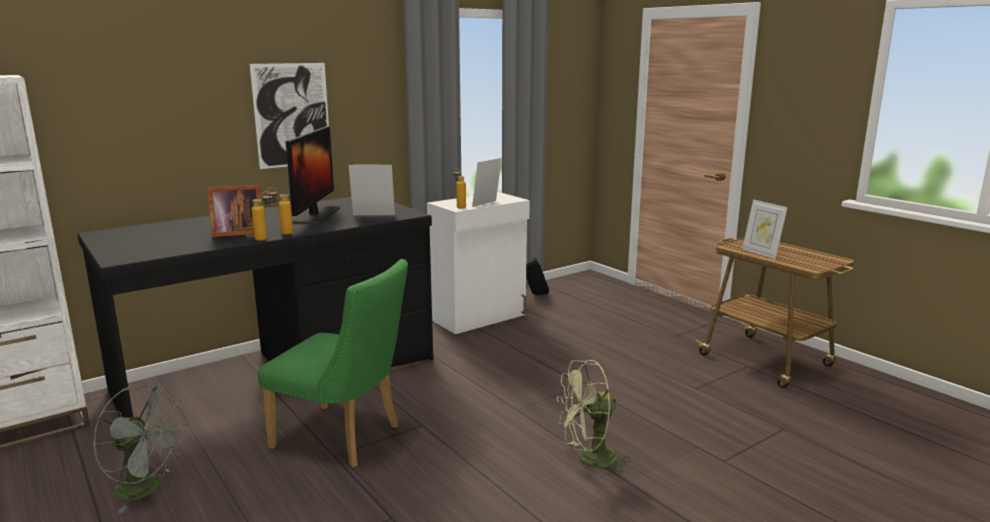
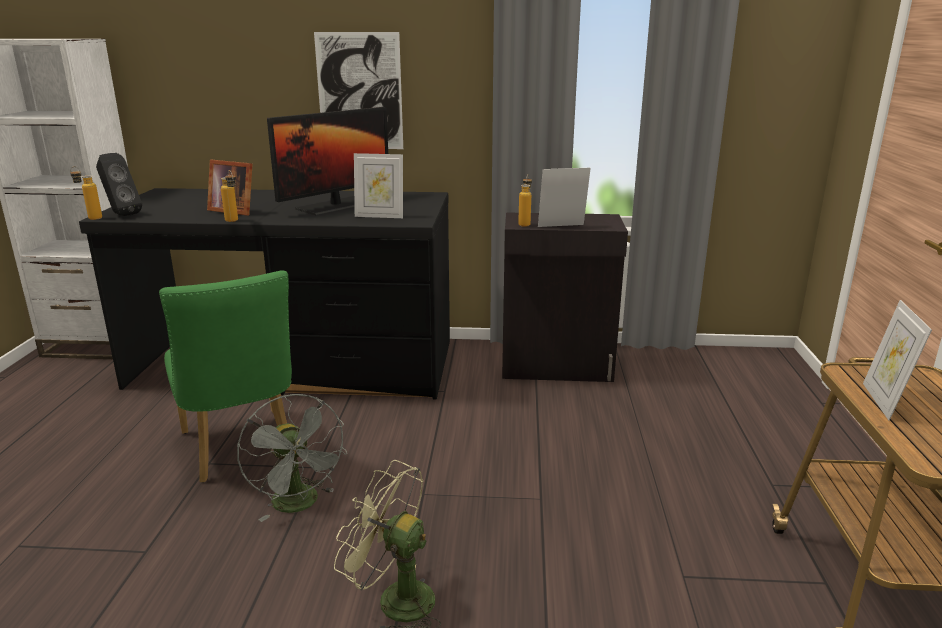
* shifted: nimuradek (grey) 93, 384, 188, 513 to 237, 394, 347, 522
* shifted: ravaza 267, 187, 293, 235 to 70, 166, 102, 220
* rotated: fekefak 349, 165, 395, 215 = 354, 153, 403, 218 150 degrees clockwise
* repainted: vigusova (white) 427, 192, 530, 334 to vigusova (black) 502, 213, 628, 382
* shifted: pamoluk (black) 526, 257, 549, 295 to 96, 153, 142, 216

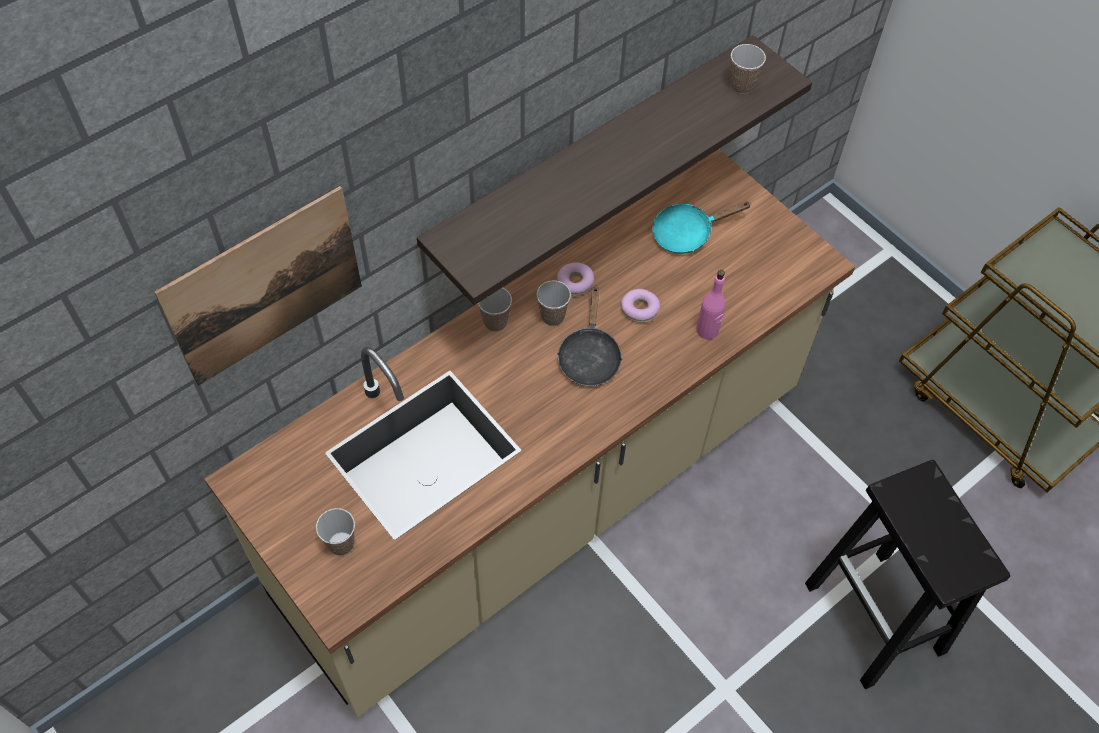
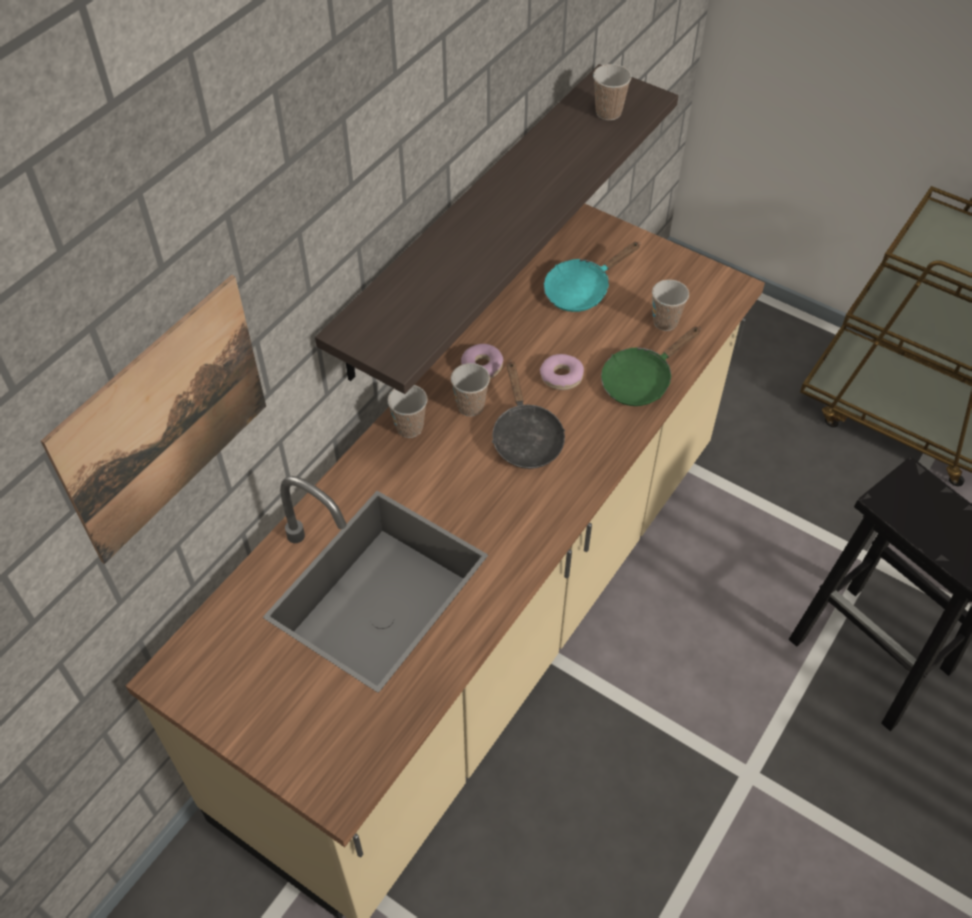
* shifted: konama 316, 508, 355, 556 to 652, 280, 689, 331
* swapped: ravaza (pink) 696, 270, 725, 339 to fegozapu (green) 601, 327, 701, 406

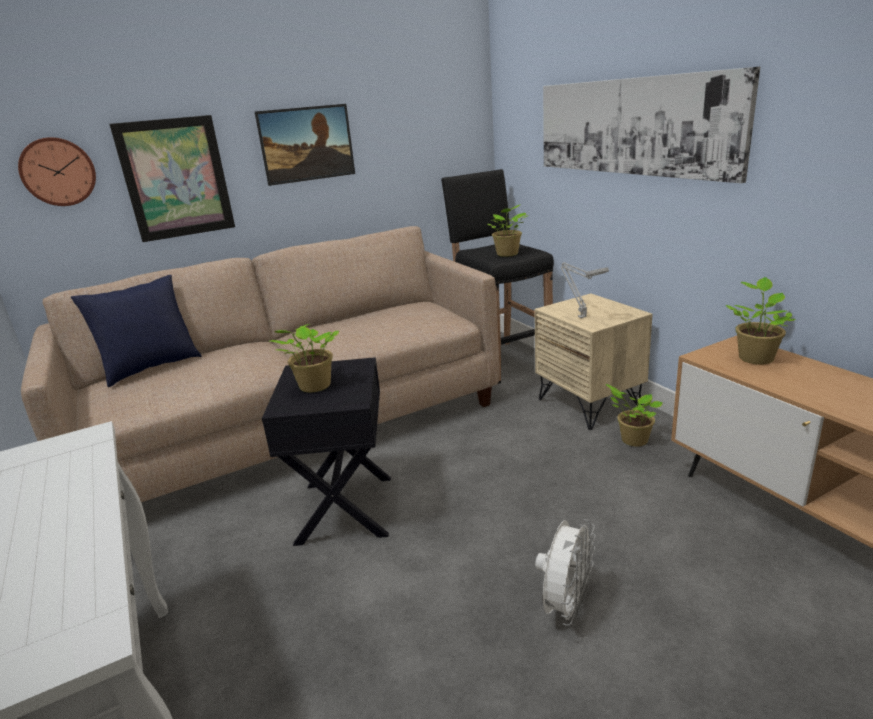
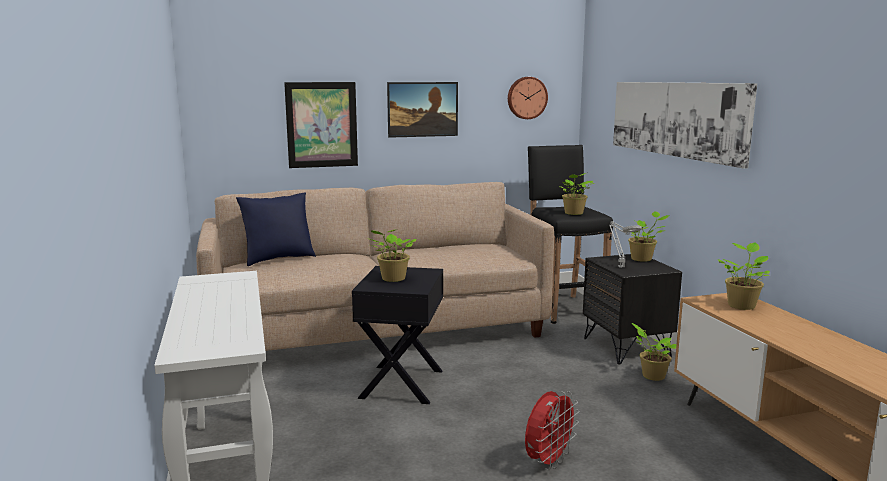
* shifted: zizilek 18, 137, 96, 206 to 508, 77, 548, 119
* repainted: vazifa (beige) 534, 293, 653, 430 to vazifa (black) 583, 254, 682, 365
* repainted: nimuradek (white) 535, 519, 596, 626 to nimuradek (red) 525, 391, 580, 470
* new: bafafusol 628, 211, 670, 262

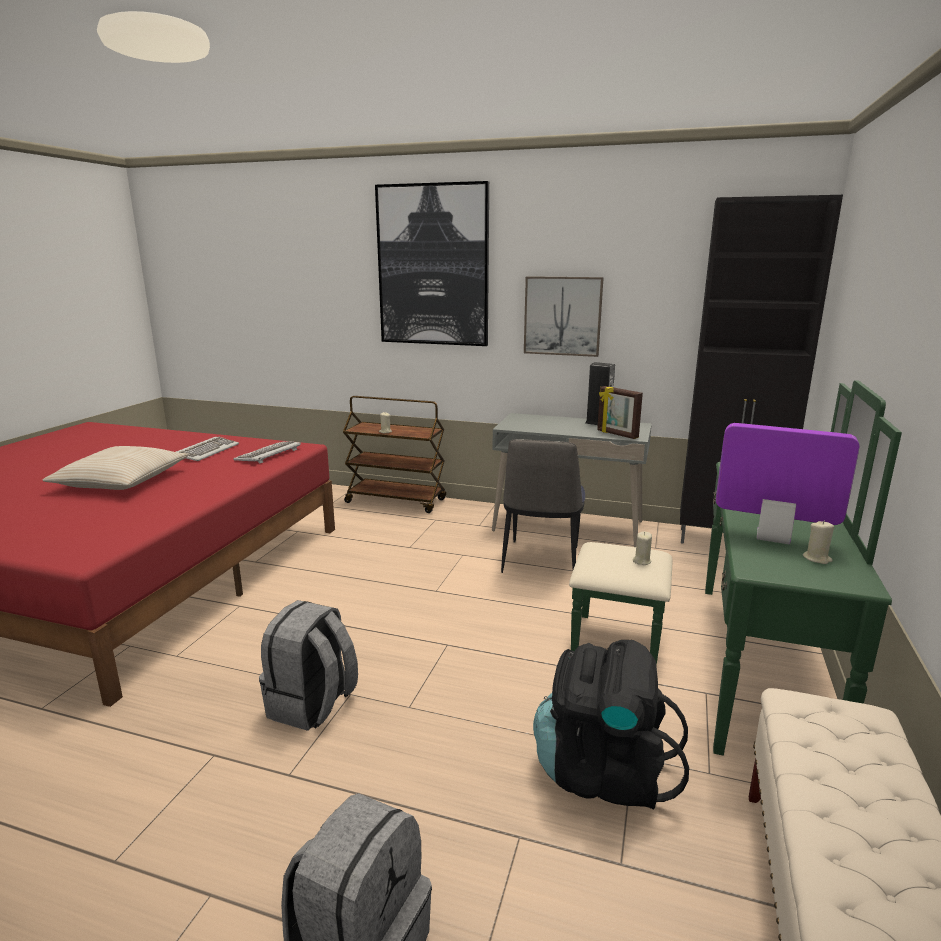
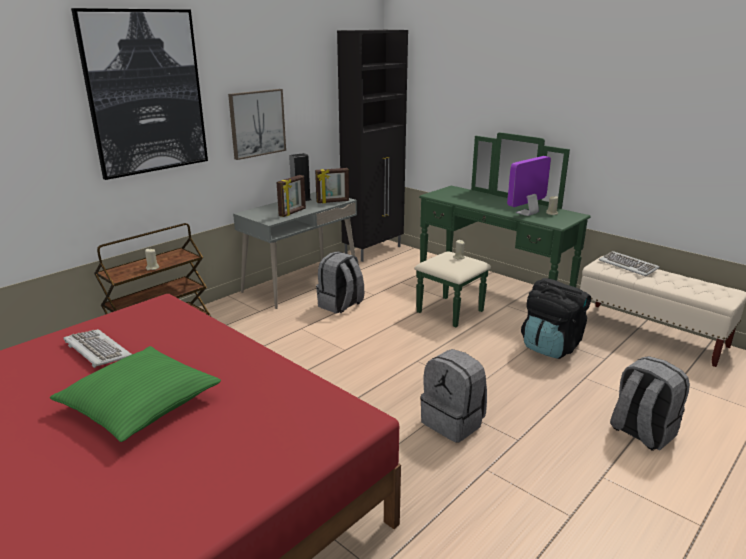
* repainted: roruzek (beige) 43, 446, 189, 490 to roruzek (green) 50, 346, 221, 442
* shifted: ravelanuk 233, 441, 301, 464 to 599, 251, 660, 276
* swapped: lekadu 501, 439, 585, 573 to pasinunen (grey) 316, 251, 364, 314
* new: fekefak 277, 175, 306, 217

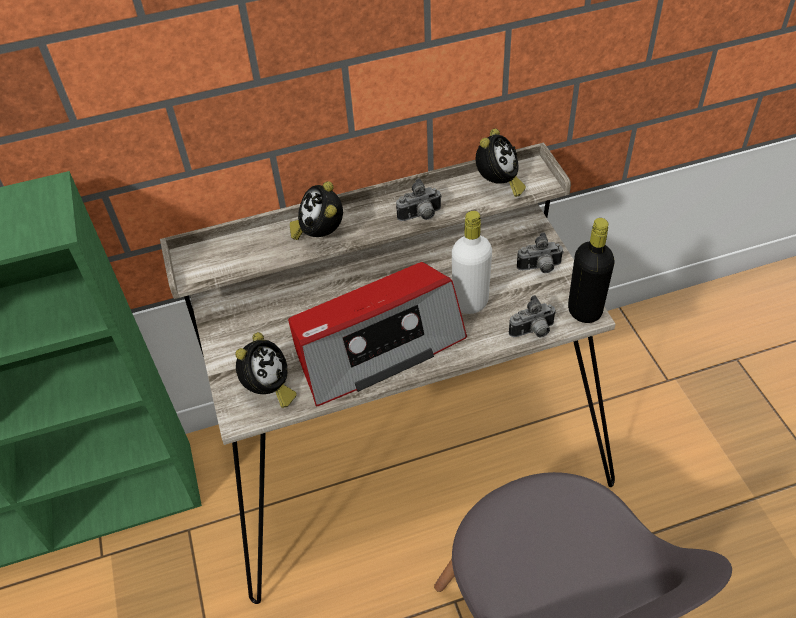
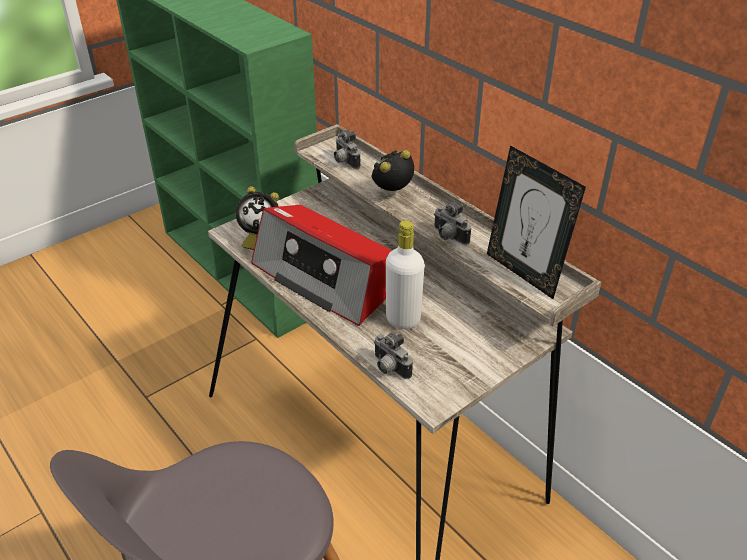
* swapped: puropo 475, 128, 526, 197 to fekefak 487, 145, 586, 299
* shifted: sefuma 517, 232, 564, 273 to 334, 130, 361, 169
* gone: ravaza (black) 568, 218, 615, 323

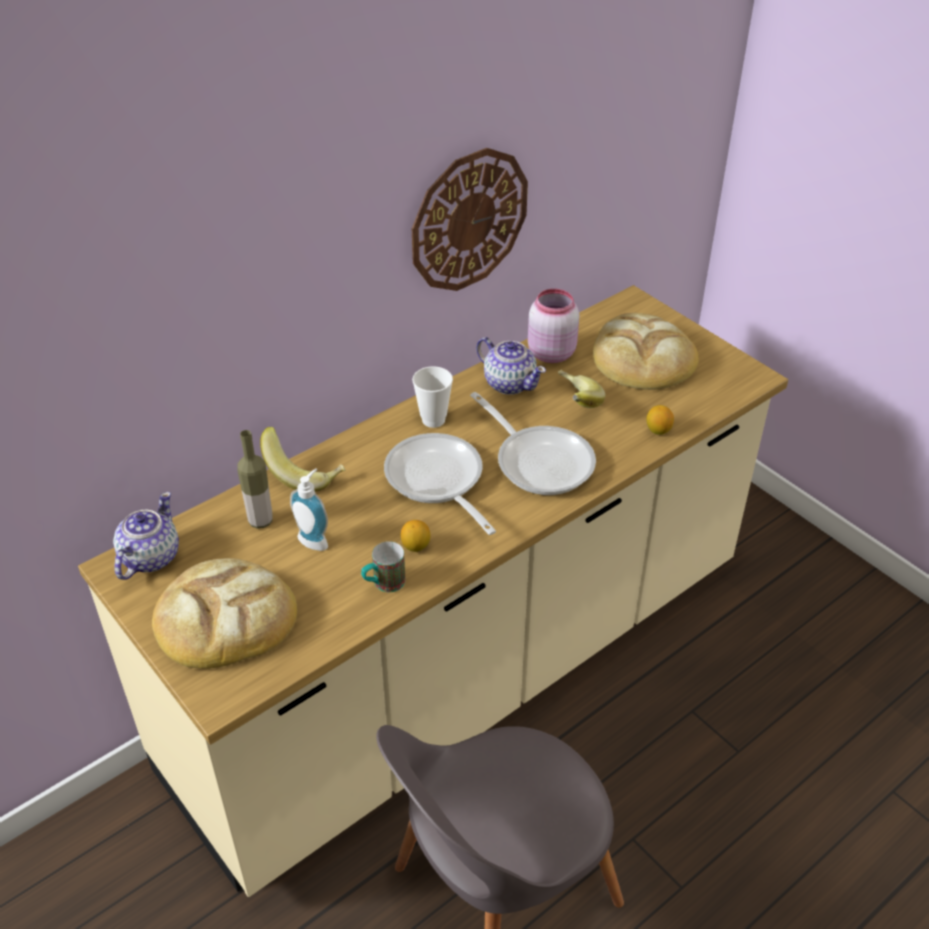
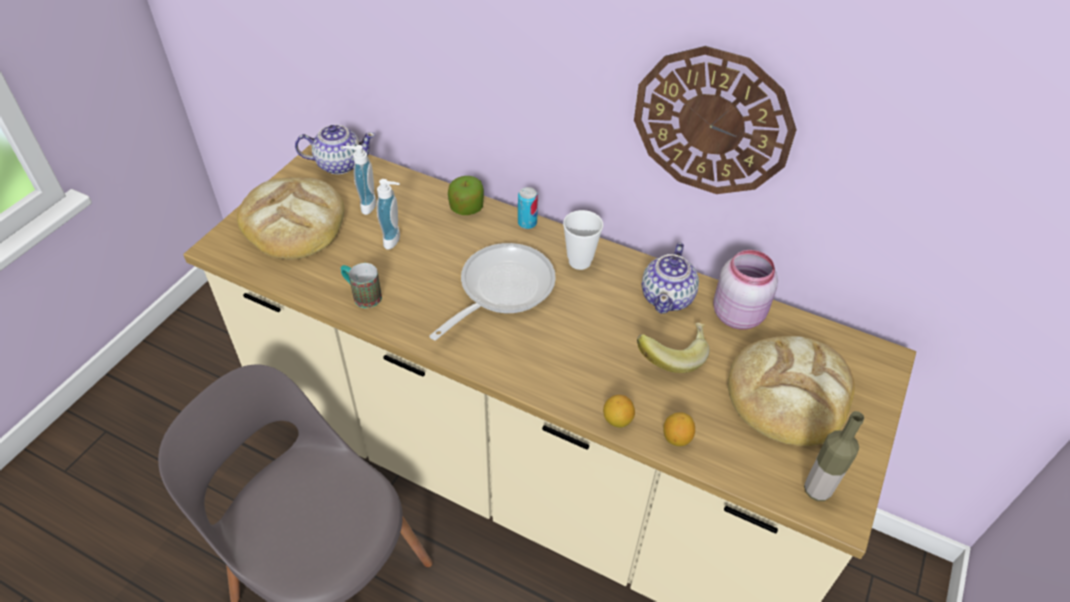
* shifted: ravaza 237, 430, 273, 529 to 804, 411, 864, 501
* swapped: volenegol 260, 427, 346, 492 to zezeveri 448, 176, 484, 215
* shifted: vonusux 401, 520, 430, 552 to 603, 395, 635, 428
* gone: fegozapu 470, 392, 596, 495
* new: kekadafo 343, 145, 376, 215
* new: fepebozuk 518, 187, 538, 229

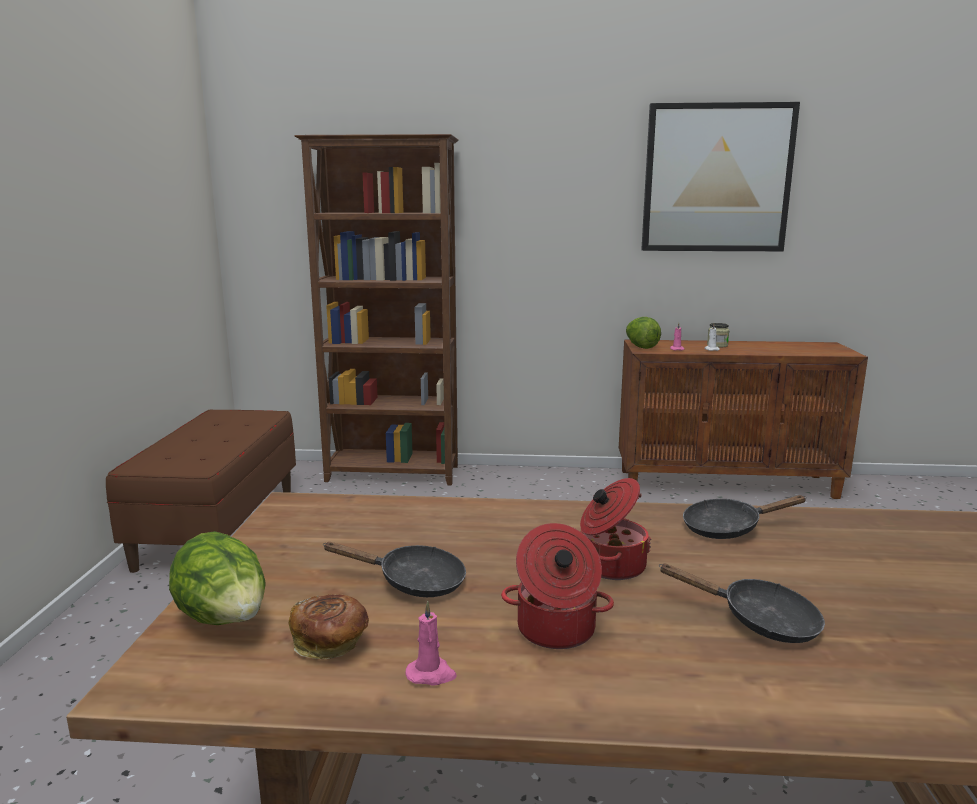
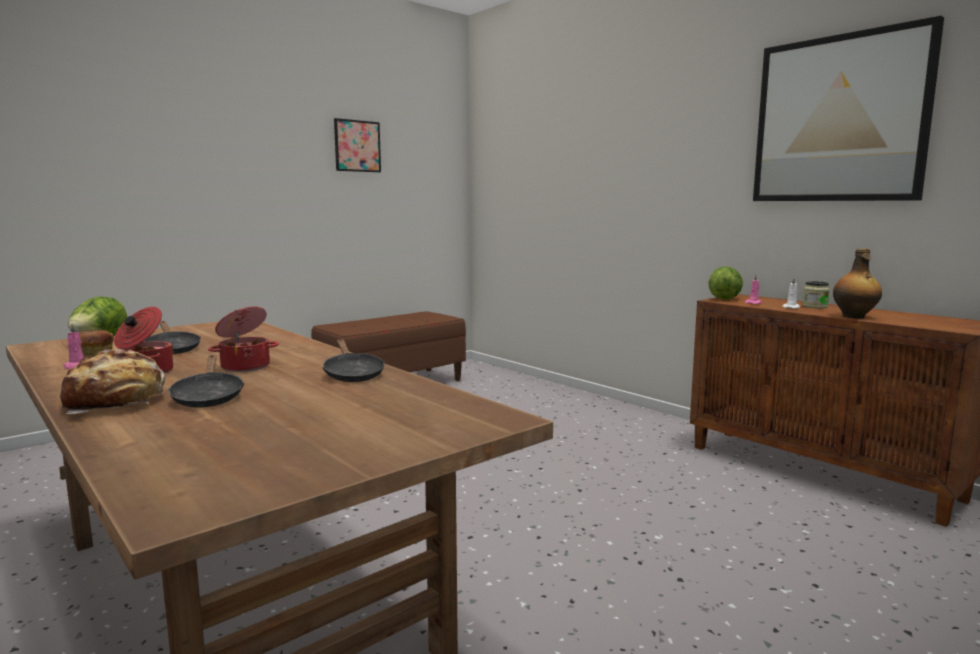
* gone: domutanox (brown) 294, 134, 459, 486
* rotated: fegozapu (black) 683, 495, 807, 539 = 322, 339, 385, 382 150 degrees counterclockwise
* new: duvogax 60, 349, 165, 414
* new: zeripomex 334, 118, 381, 172
* new: ravaza 833, 249, 882, 319

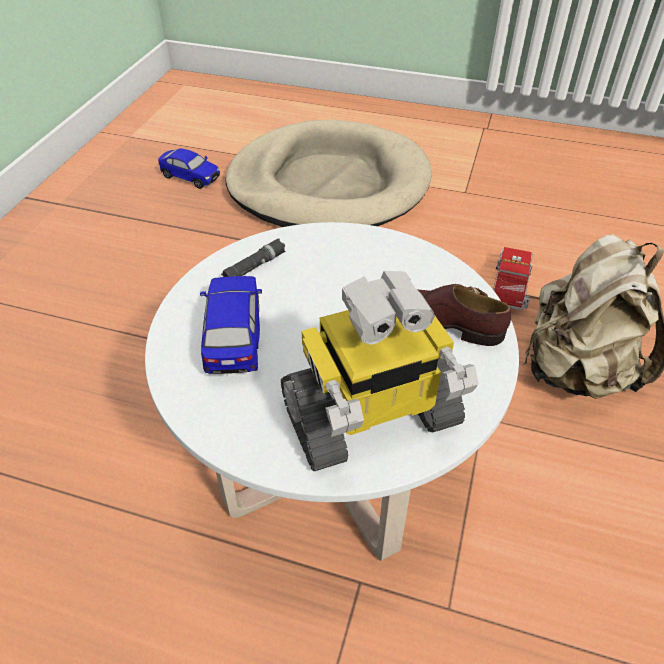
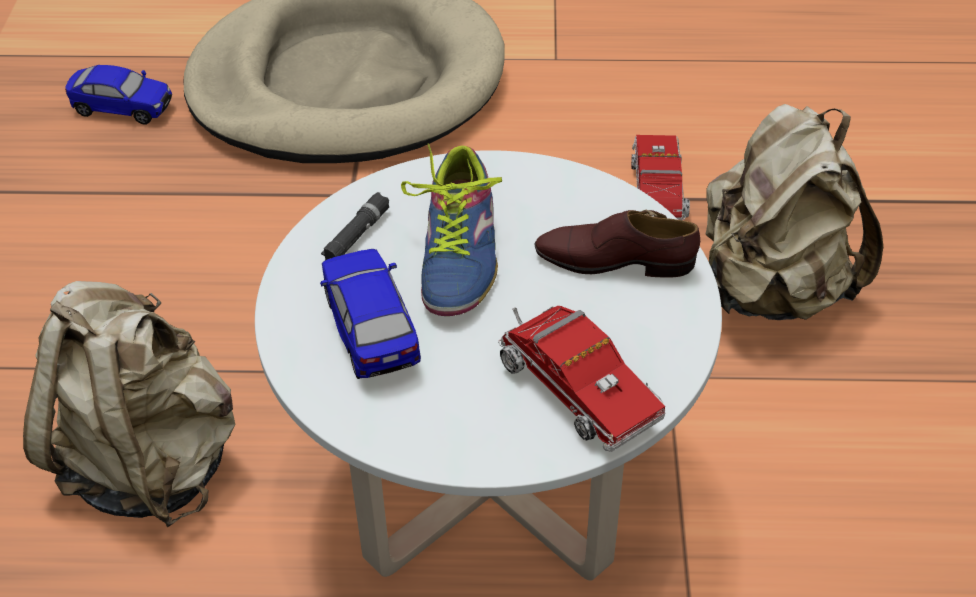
* swapped: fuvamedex 281, 271, 479, 471 to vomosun 498, 306, 666, 452
* new: pasinunen (beige) 23, 281, 235, 528
* new: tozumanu 401, 144, 502, 316

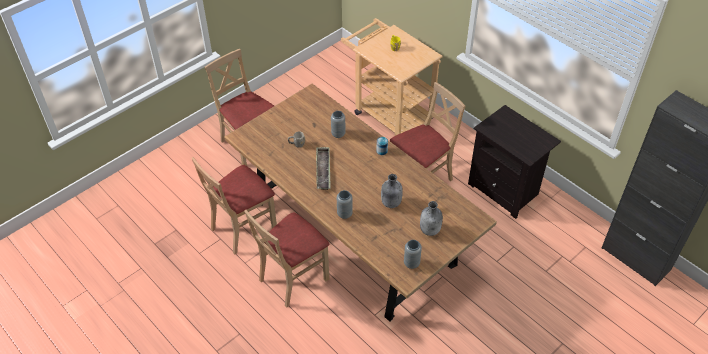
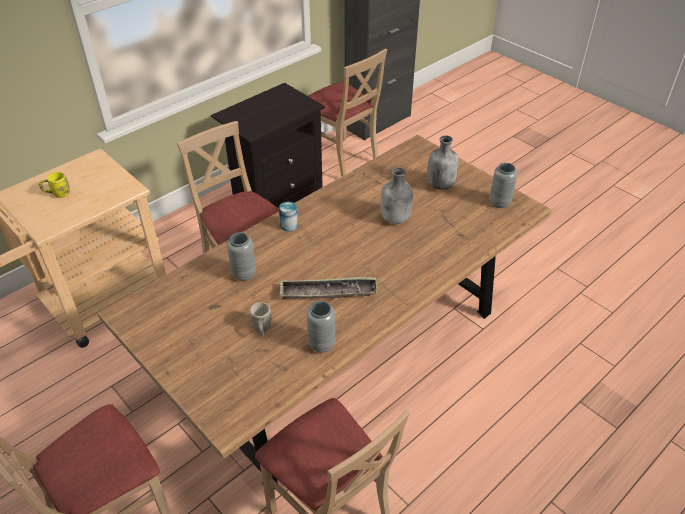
* shifted: lekadu (beige) 244, 210, 330, 307 to 308, 48, 387, 177
* shifted: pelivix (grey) 337, 190, 353, 219 to 307, 301, 335, 353

